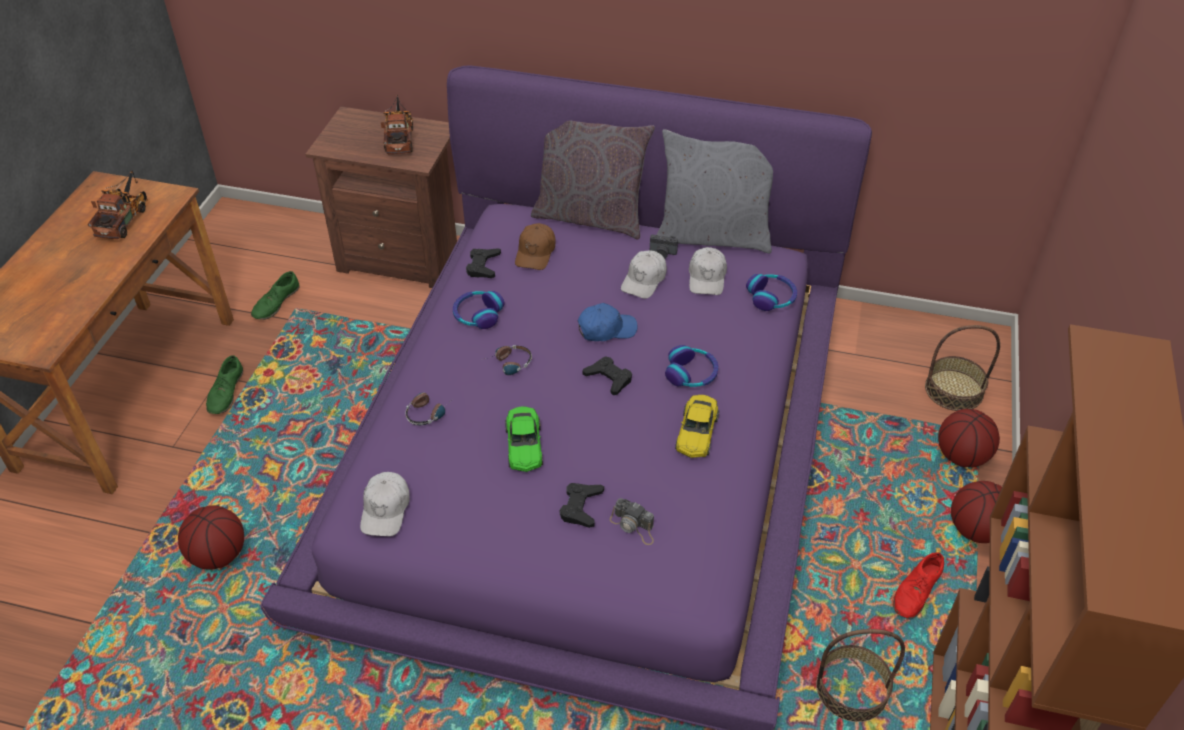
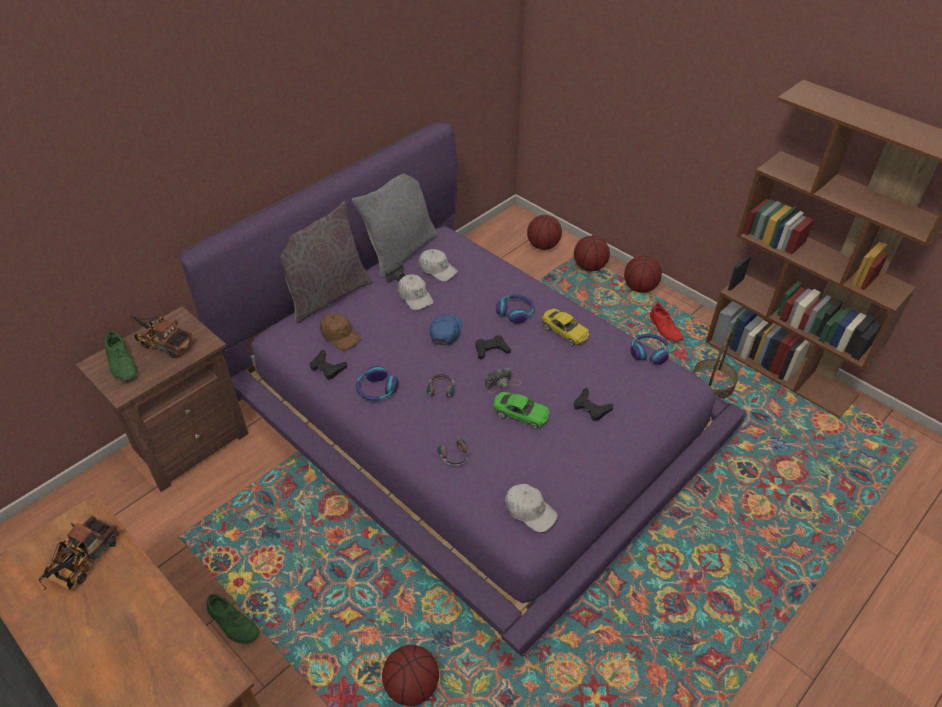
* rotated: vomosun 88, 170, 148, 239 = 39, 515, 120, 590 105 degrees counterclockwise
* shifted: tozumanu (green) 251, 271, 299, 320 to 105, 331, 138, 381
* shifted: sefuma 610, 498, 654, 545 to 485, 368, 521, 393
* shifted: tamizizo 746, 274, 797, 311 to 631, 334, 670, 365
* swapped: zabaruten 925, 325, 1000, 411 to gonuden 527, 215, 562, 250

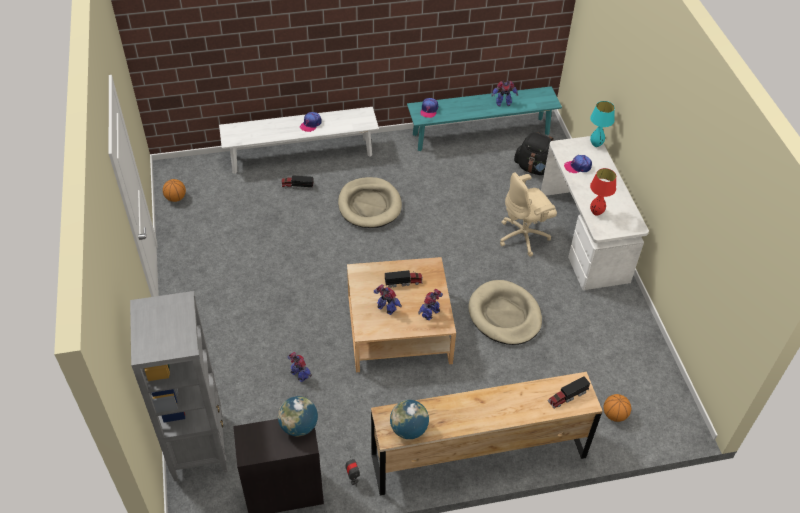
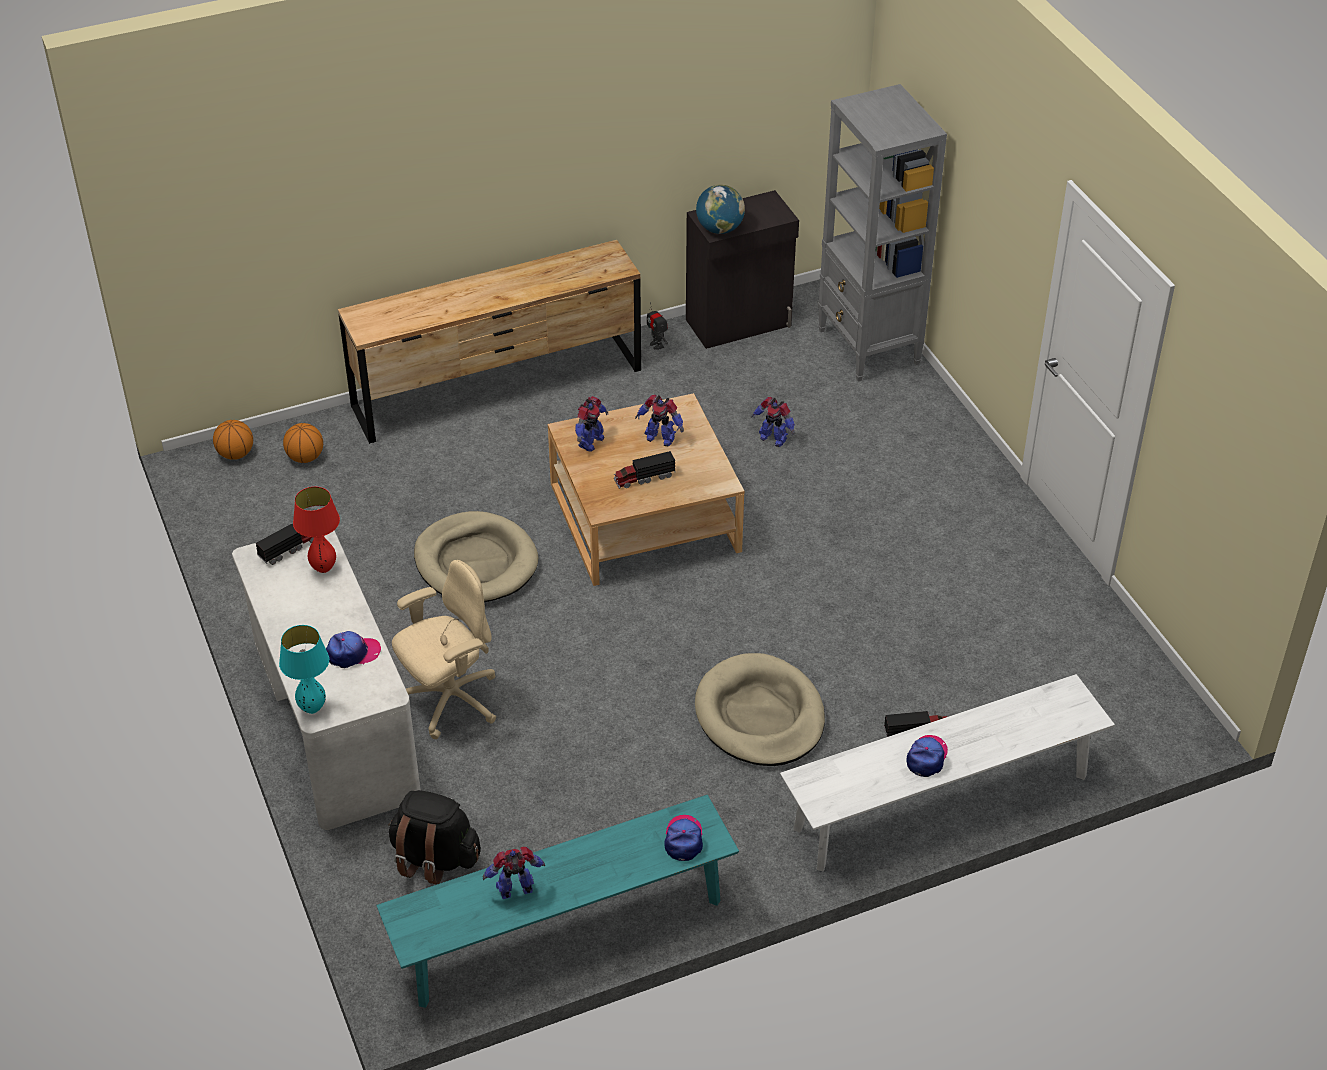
* shifted: gonuden 163, 179, 186, 202 to 213, 420, 253, 460
* gone: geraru 390, 400, 429, 439
* shifted: vomosun 548, 376, 590, 409 to 256, 524, 314, 565

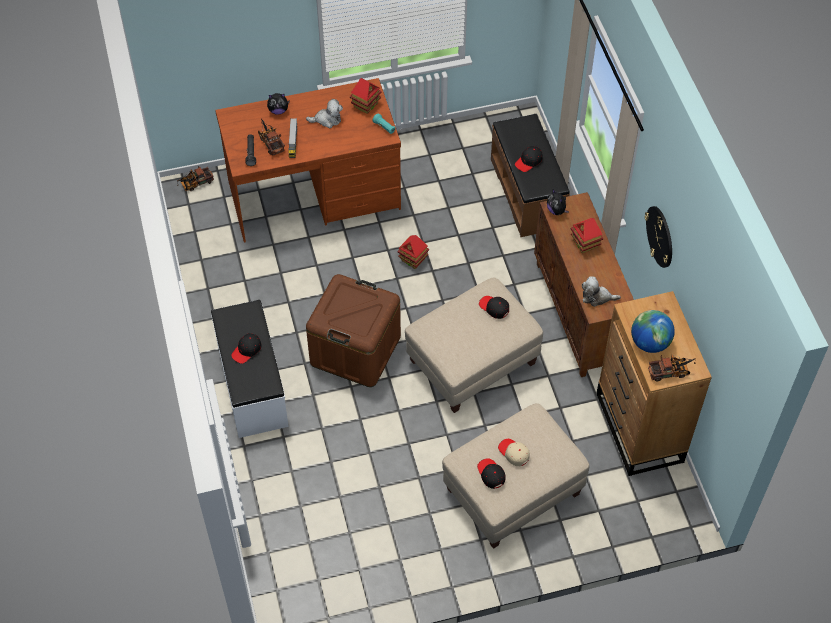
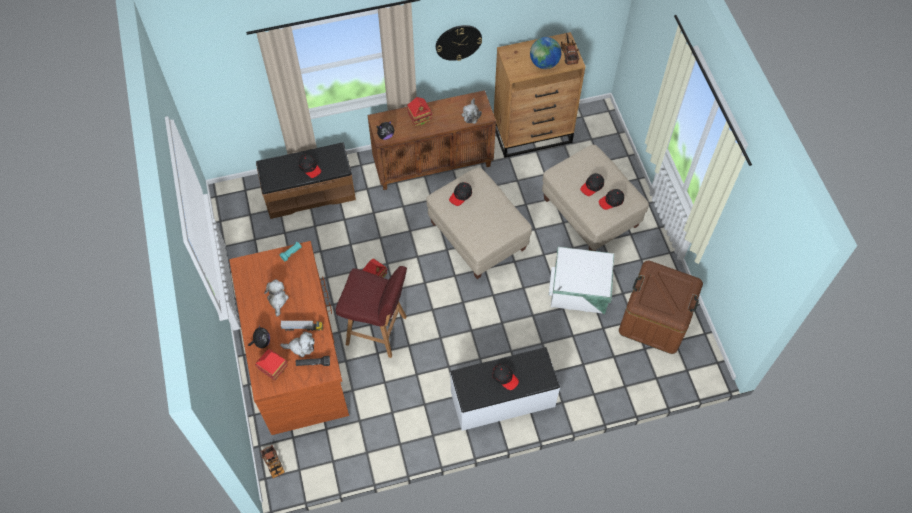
* swapped: vomosun 258, 118, 285, 156 to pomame 280, 331, 315, 358
* shifted: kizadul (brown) 306, 274, 401, 387 to 619, 261, 703, 354
* shifted: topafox 350, 78, 382, 114 to 255, 348, 288, 381
* repainted: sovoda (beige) 498, 439, 530, 466 to sovoda (black) 580, 173, 604, 196
* new: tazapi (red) 336, 266, 407, 358
* new: kizadul (white) 549, 247, 614, 314

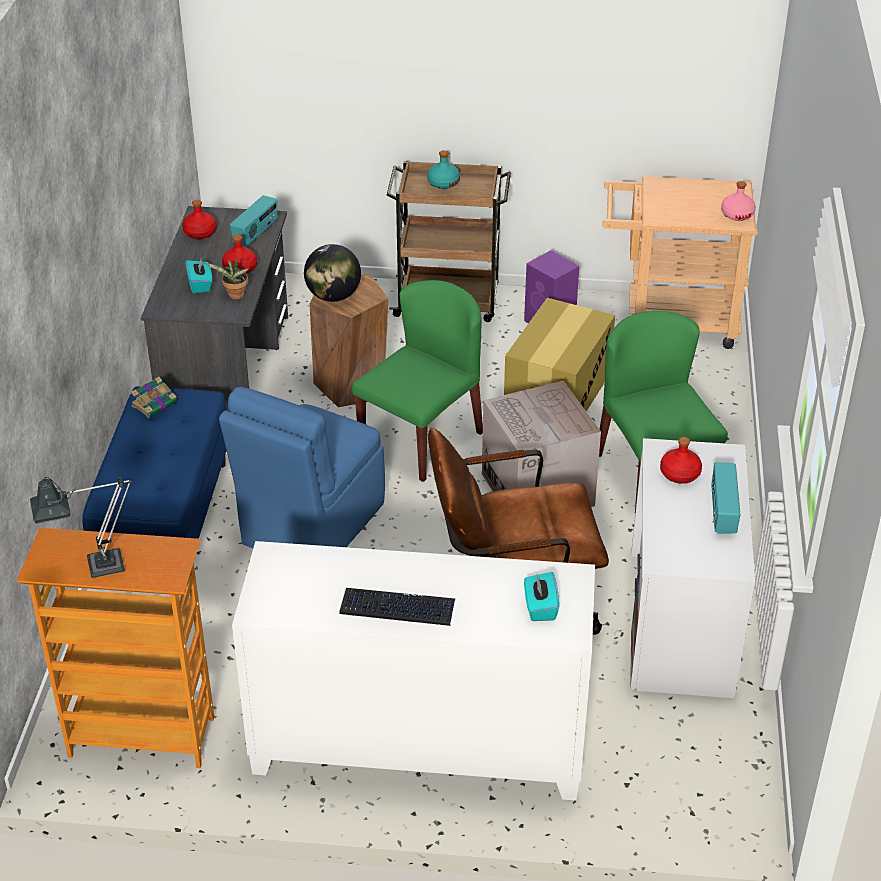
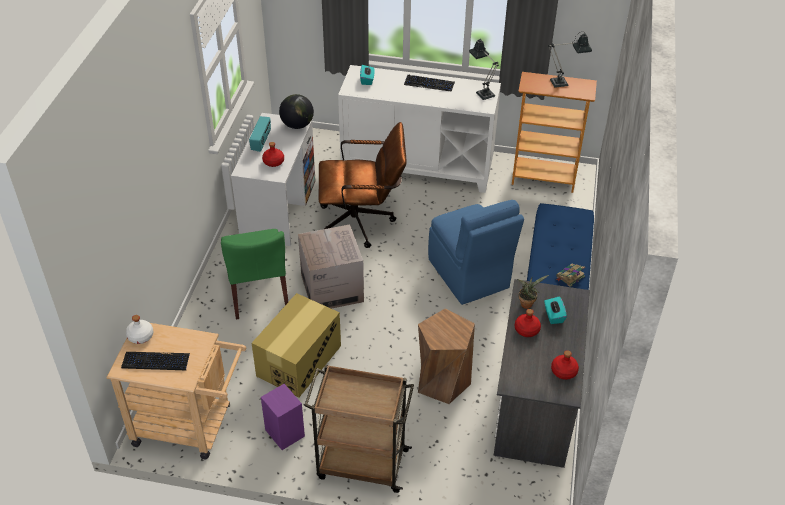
* rotated: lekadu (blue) 219, 387, 385, 549 = 428, 200, 524, 305 120 degrees clockwise
* gone: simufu 230, 195, 277, 248
* shifted: geraru 304, 244, 361, 302 to 279, 94, 314, 129
* gone: lekadu (green) 352, 280, 483, 482
* gone: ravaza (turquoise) 427, 150, 460, 189
* repainted: ravaza (pink) 721, 181, 756, 221 to ravaza (white) 126, 315, 153, 344
* new: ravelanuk 121, 352, 190, 370
* new: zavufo 469, 39, 499, 100

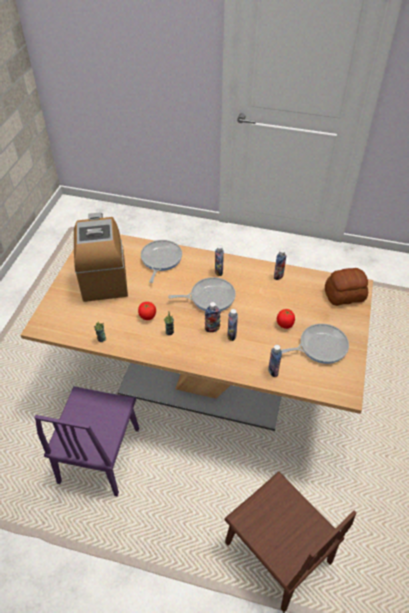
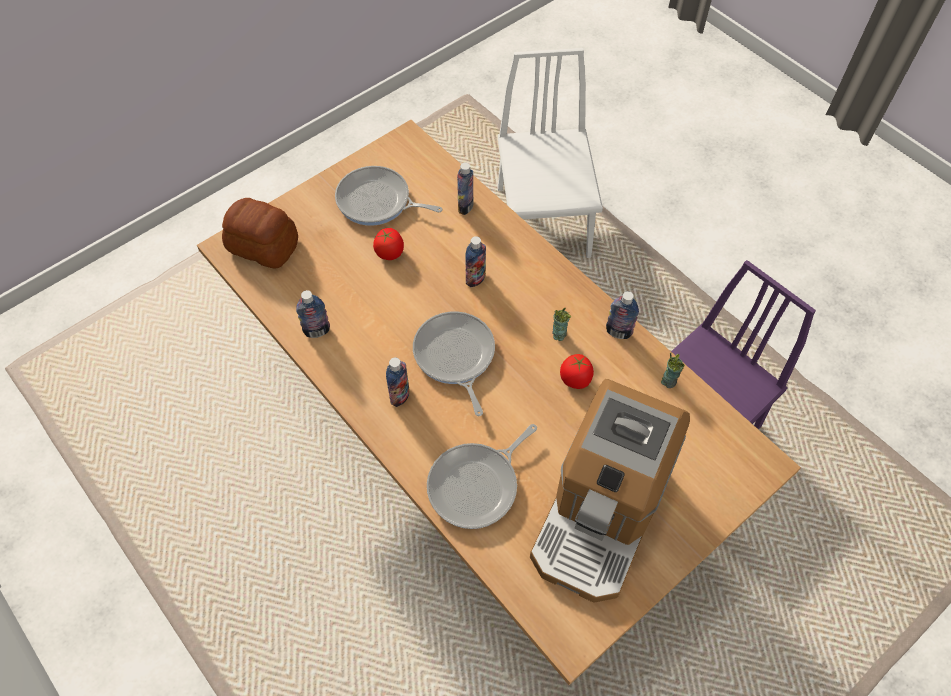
* rotated: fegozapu 168, 277, 236, 311 = 413, 311, 495, 416 45 degrees clockwise
* shifted: ravaza 205, 302, 221, 332 to 606, 291, 639, 339
* repainted: lekadu (brown) 225, 471, 357, 612 to lekadu (white) 497, 48, 603, 258

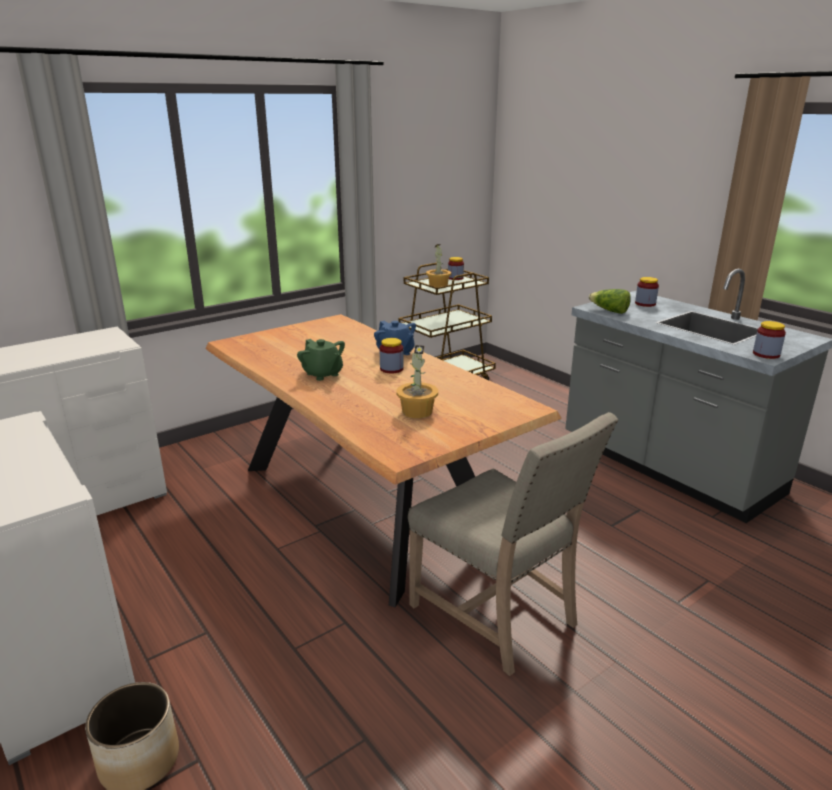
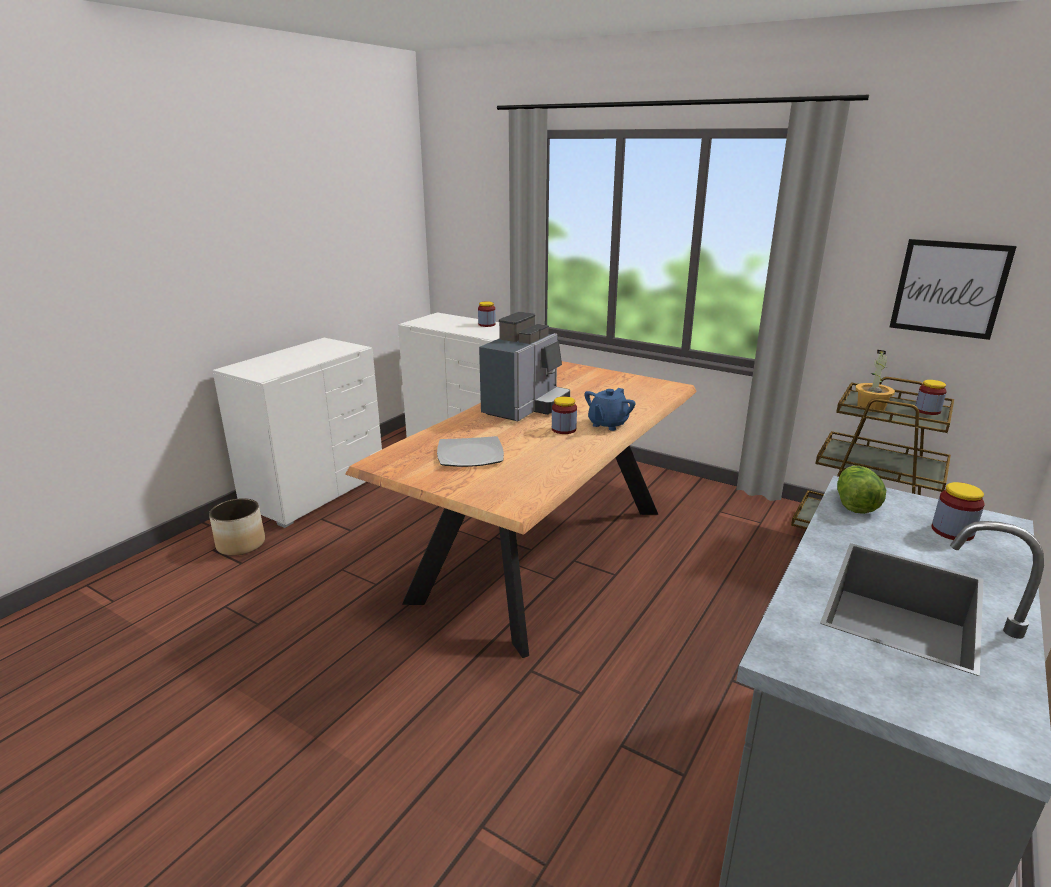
* swapped: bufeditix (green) 297, 339, 345, 381 to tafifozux 479, 312, 570, 421
* swapped: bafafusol 396, 345, 438, 418 to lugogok 437, 436, 504, 467
* gone: lekadu (beige) 408, 412, 618, 676
* shifted: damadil 753, 321, 786, 359 to 478, 301, 496, 327
* new: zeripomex 890, 239, 1017, 340

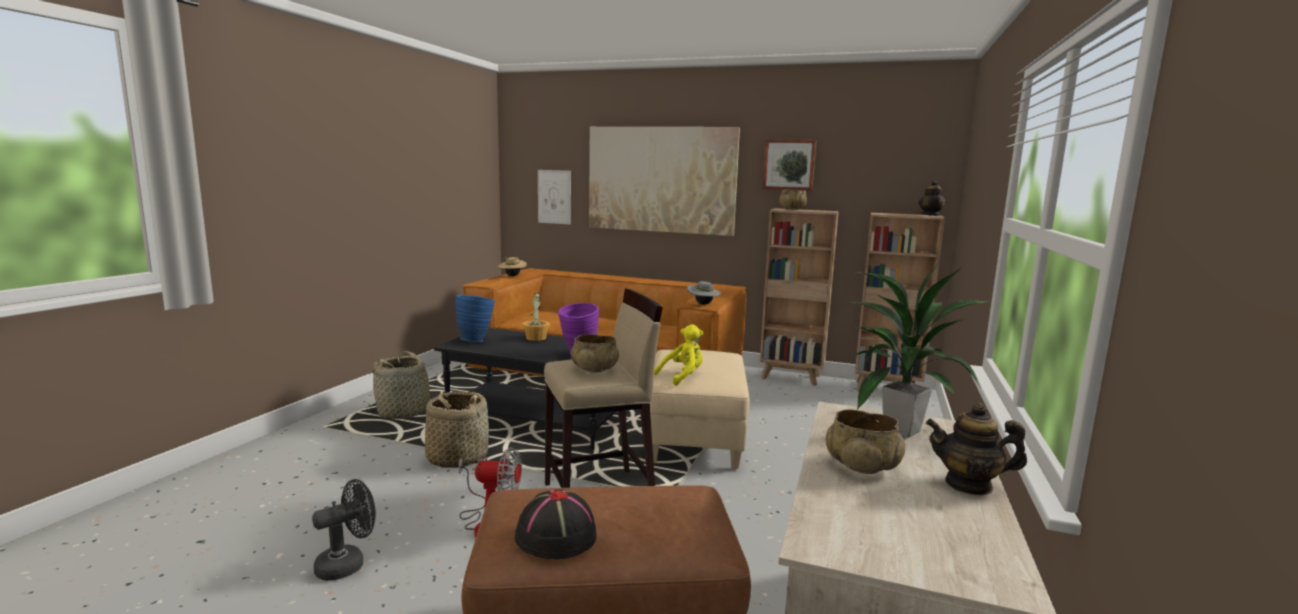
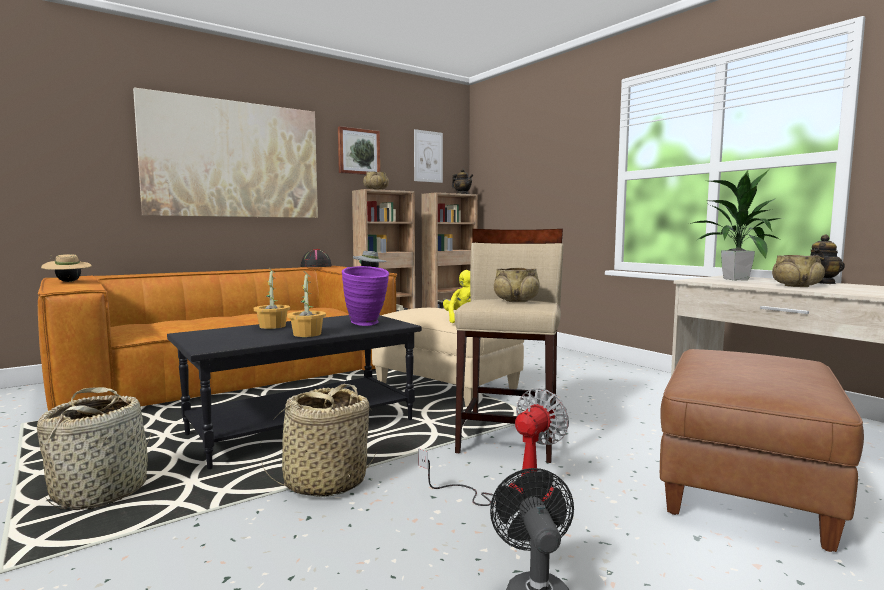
* gone: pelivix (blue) 456, 295, 495, 342
* shifted: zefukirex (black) 515, 489, 597, 559 to 300, 249, 332, 267
* shifted: zeripomex 538, 170, 571, 224 to 414, 129, 443, 183
* new: bafafusol 287, 271, 326, 337

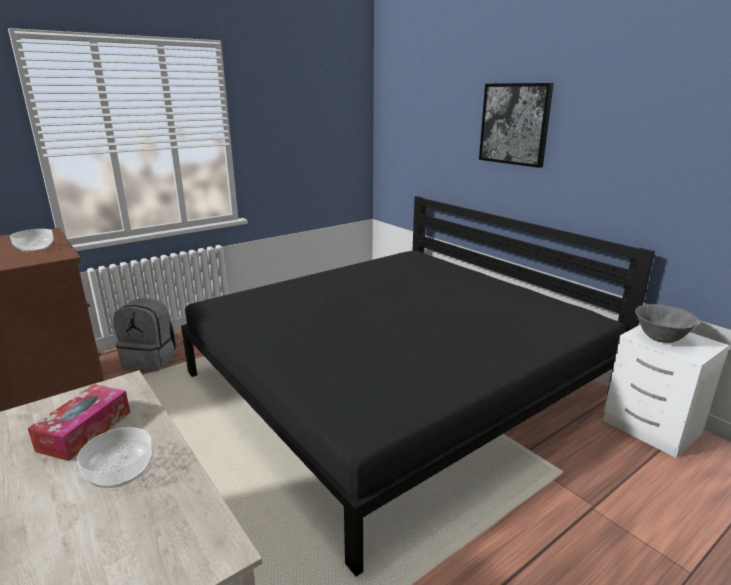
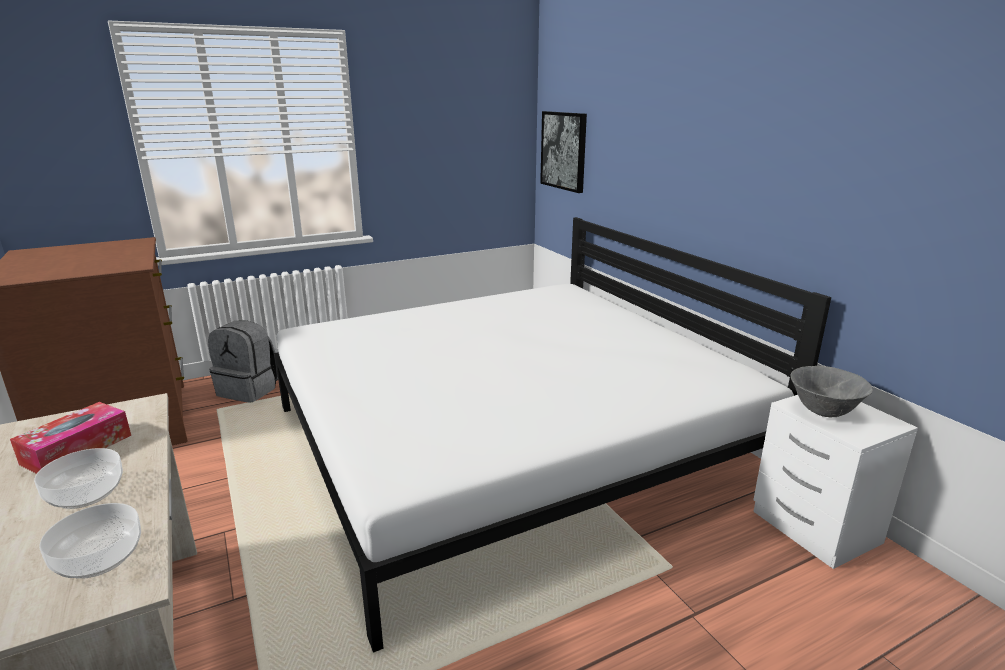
* shifted: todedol 10, 229, 54, 252 to 39, 503, 141, 579
* repainted: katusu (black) 181, 196, 655, 576 to katusu (white) 274, 217, 831, 653
* shifted: zeripomex 479, 83, 554, 168 to 540, 111, 587, 193

